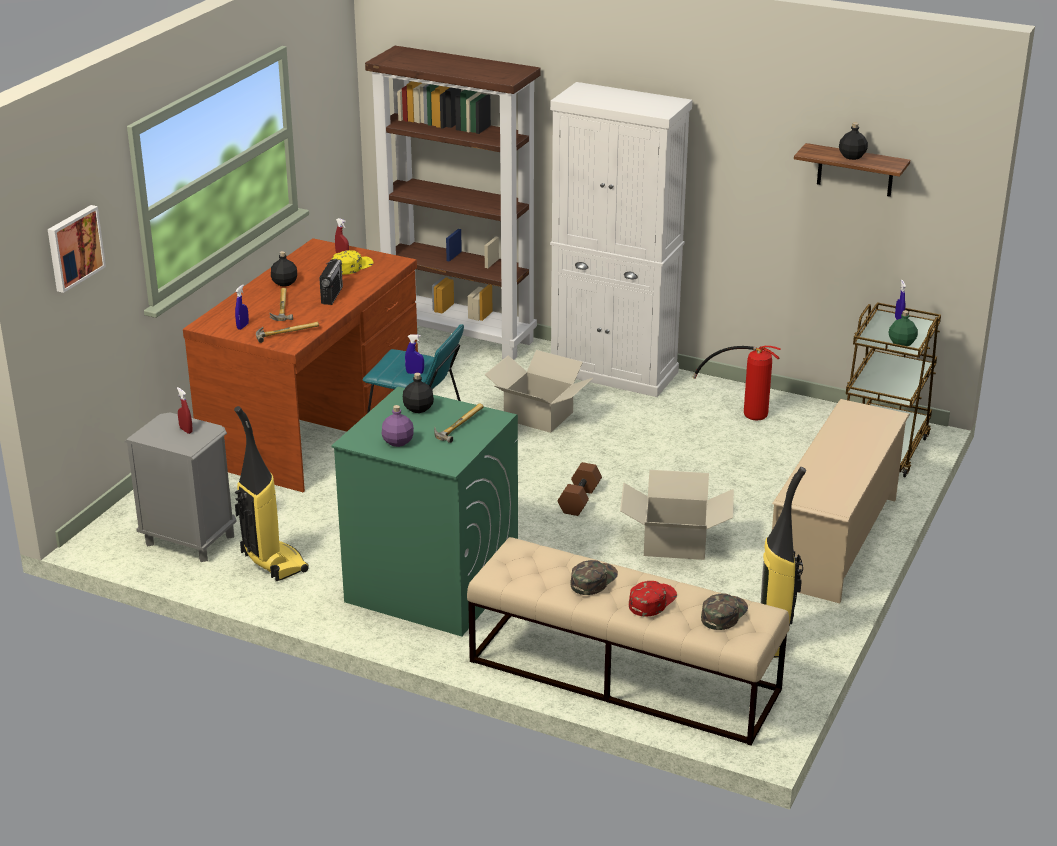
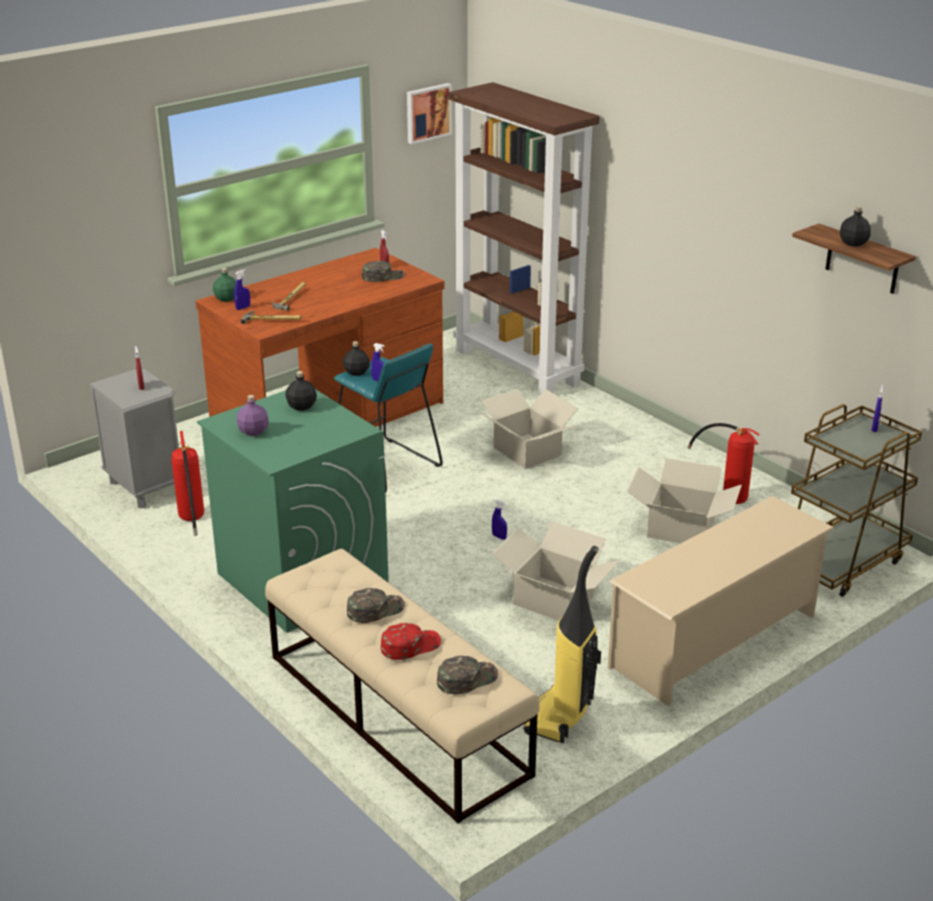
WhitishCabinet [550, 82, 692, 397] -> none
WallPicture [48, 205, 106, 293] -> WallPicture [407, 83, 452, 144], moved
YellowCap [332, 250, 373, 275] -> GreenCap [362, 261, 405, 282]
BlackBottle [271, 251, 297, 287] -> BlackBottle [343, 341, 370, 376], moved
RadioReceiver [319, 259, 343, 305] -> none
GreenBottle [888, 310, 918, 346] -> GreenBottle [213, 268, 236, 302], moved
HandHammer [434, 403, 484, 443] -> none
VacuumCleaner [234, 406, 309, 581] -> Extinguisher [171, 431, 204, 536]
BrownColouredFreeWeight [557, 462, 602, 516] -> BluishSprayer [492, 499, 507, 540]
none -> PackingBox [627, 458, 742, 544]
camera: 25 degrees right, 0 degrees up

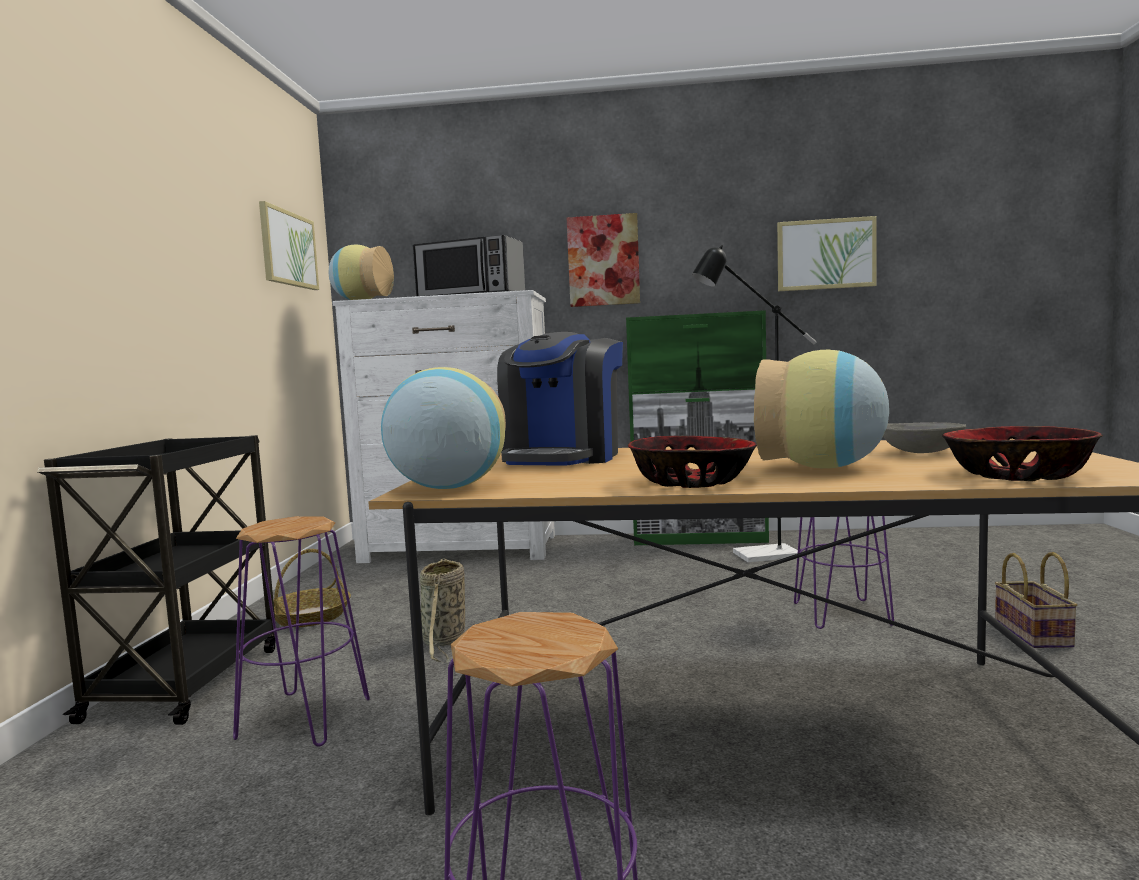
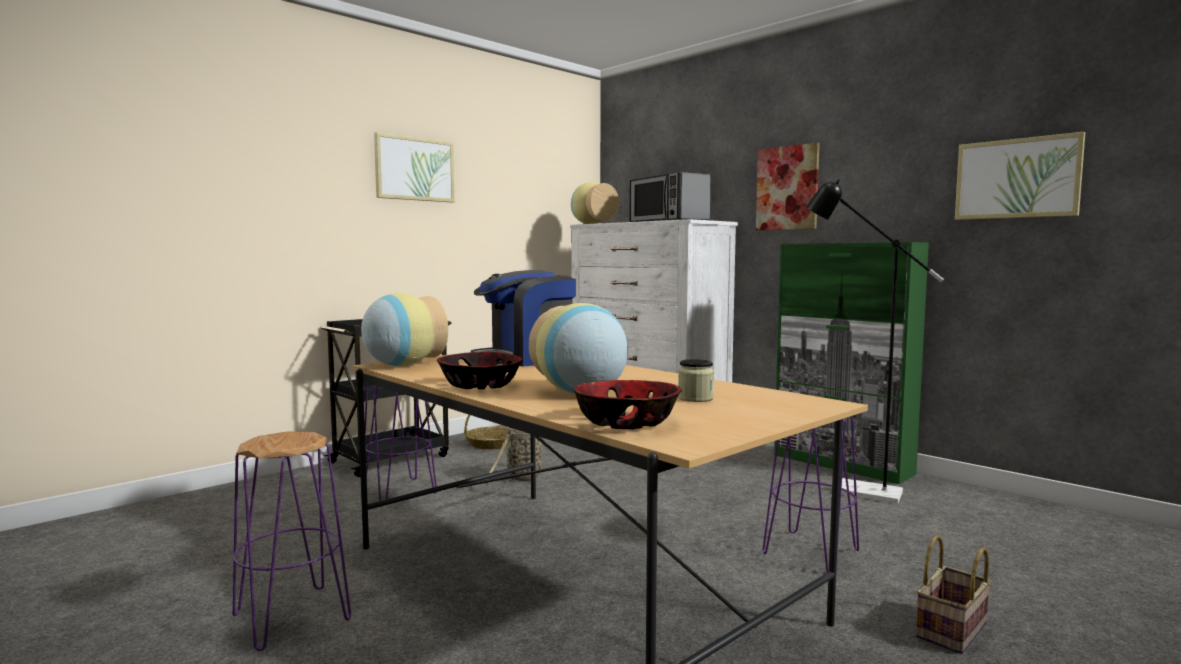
WallPicture [259, 201, 319, 290] -> WallPicture [374, 132, 455, 202], moved
GreyServingBowl [883, 422, 966, 453] -> Jar [678, 359, 714, 402]
camera: 40 degrees right, 0 degrees up

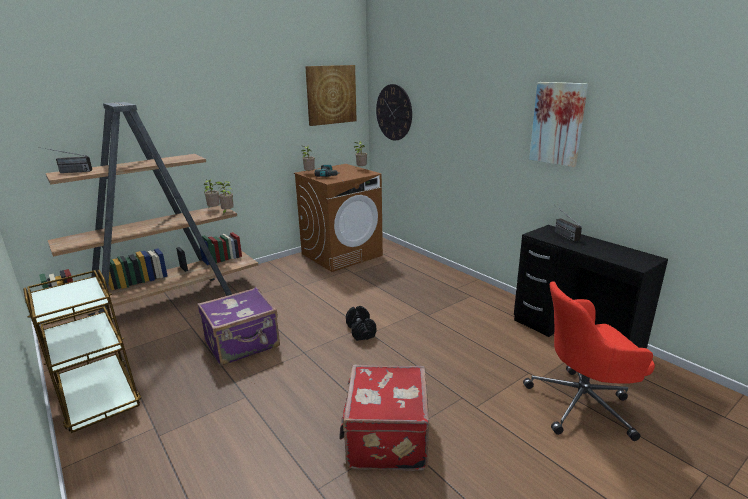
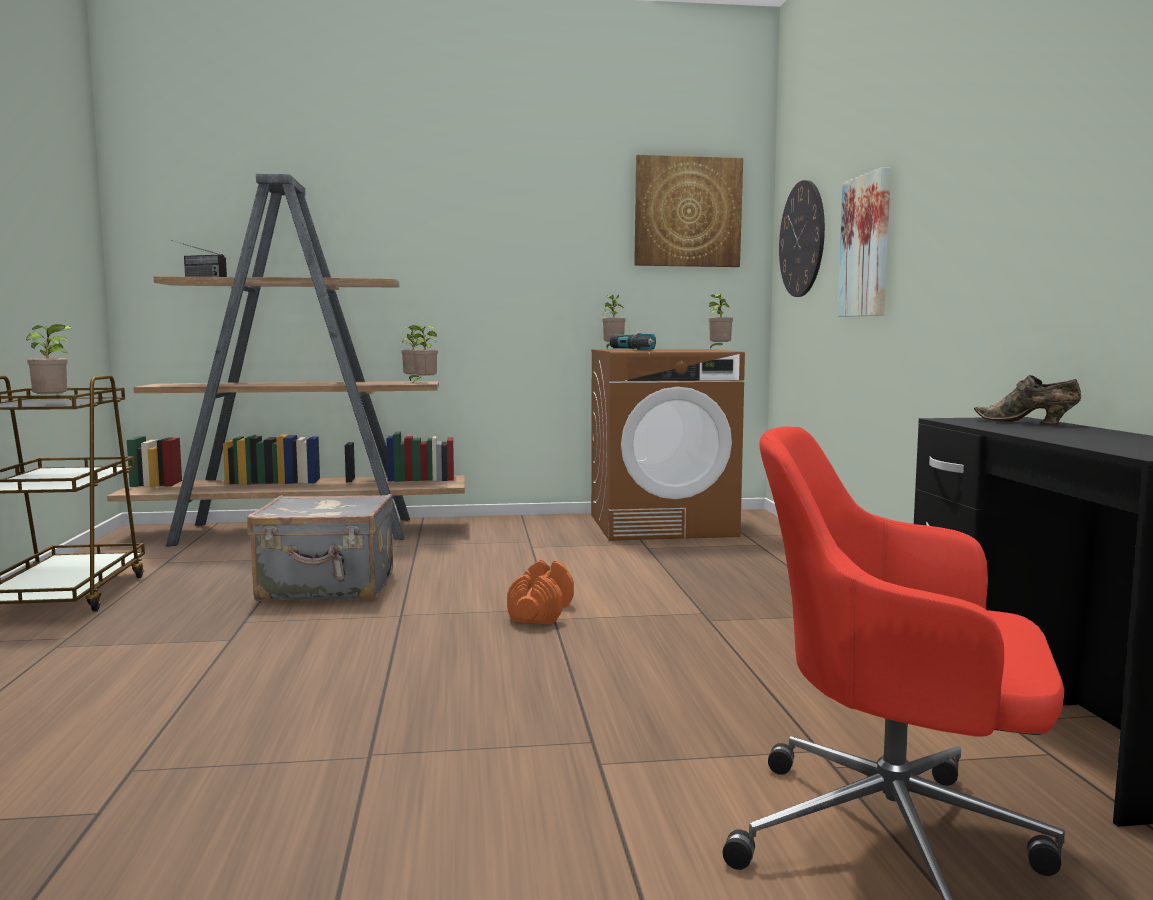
WallPicture [529, 82, 588, 167] -> WallPicture [837, 167, 891, 317], moved
RadioReceiver [555, 206, 582, 241] -> BrownColouredShoe [974, 375, 1081, 424]
PurplishSuitcase [197, 287, 280, 366] -> GreySuitcase [247, 494, 393, 601]
BlackFreeWeight [346, 306, 376, 341] -> OrangeColouredFreeWeight [507, 560, 574, 624]
RedSuitcase [339, 365, 429, 471] -> none
none -> PottedPlant [26, 324, 72, 401]
camera: 30 degrees right, 15 degrees down

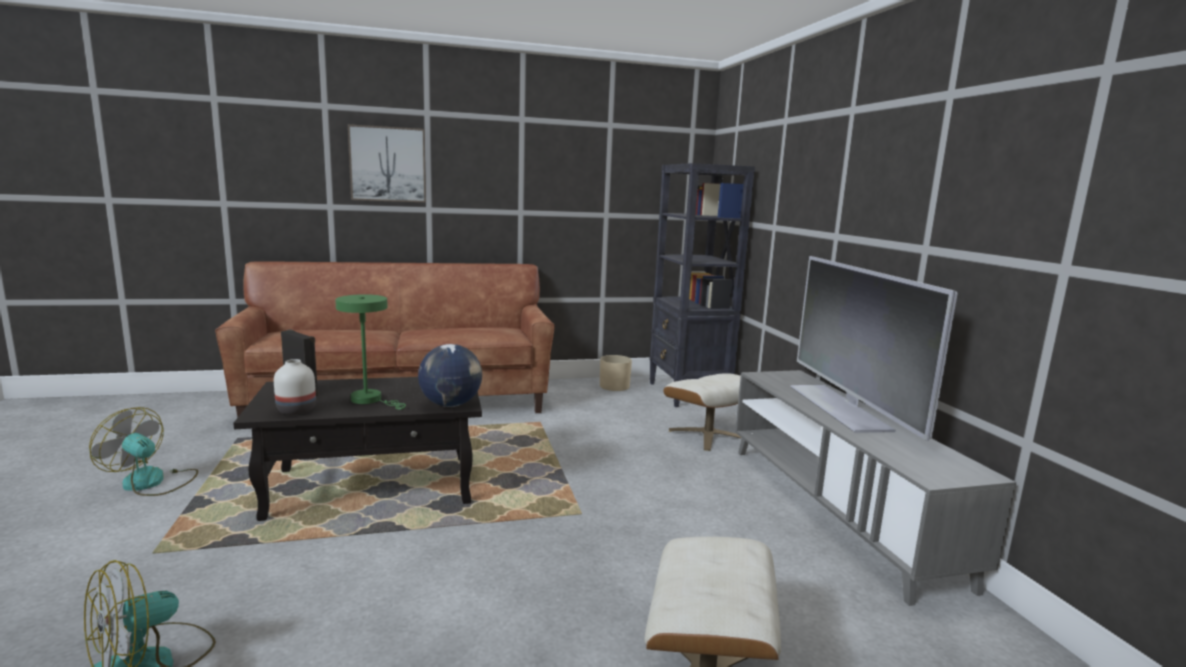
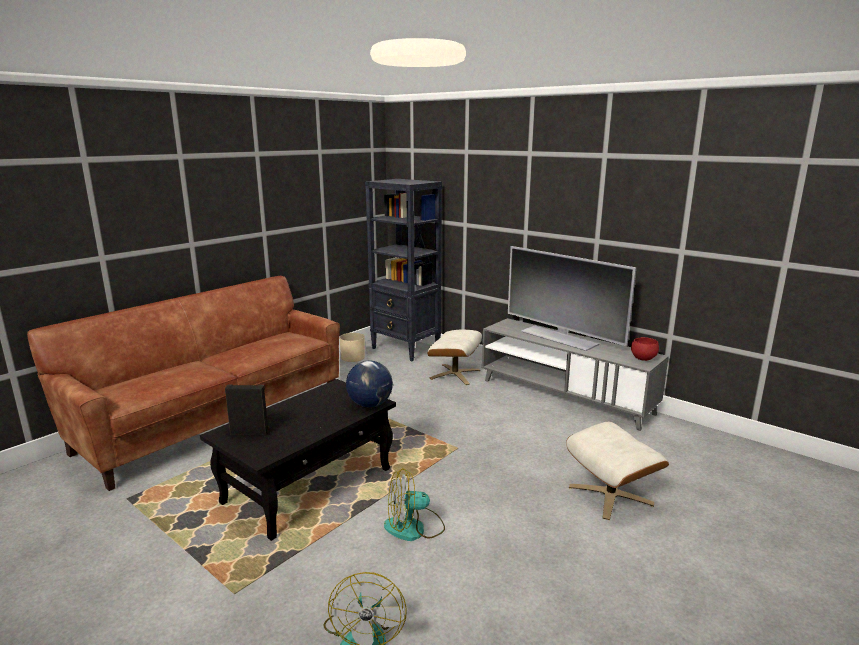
WallPicture [348, 124, 426, 203] -> none
GreenLampForATable [335, 294, 406, 410] -> none
WhitishVase [274, 359, 316, 415] -> none
CoolingFan [89, 407, 198, 496] -> CoolingFan [384, 468, 445, 541], moved
none -> RedServingBowl [631, 337, 659, 361]
camera: 35 degrees left, 5 degrees up

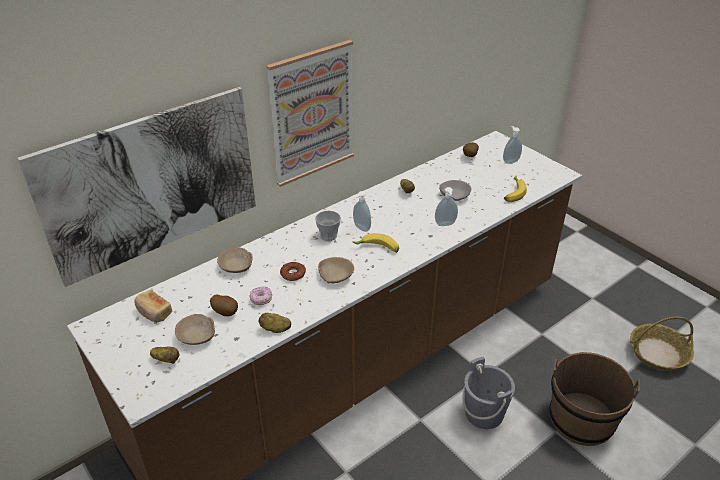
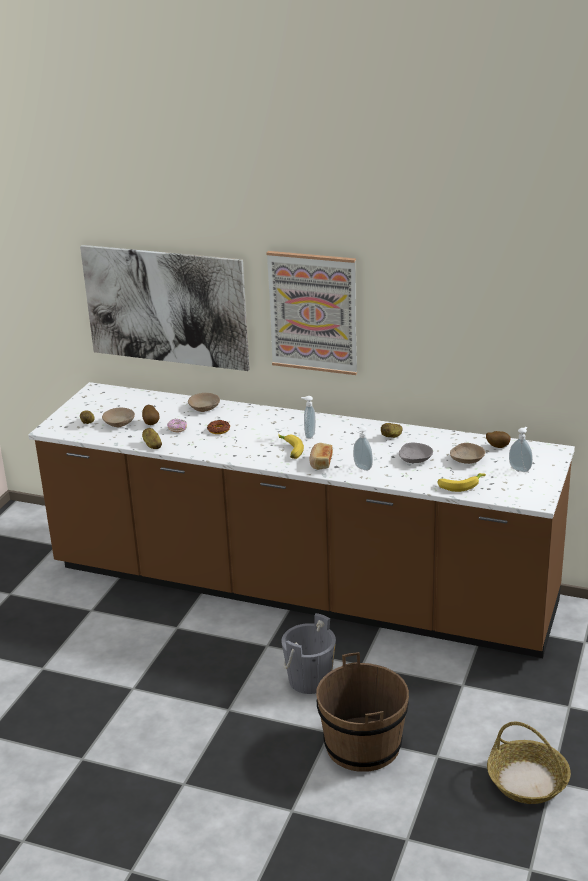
Cup [315, 210, 341, 241] -> none
BeigeColouredServingBowl [318, 257, 354, 283] -> BeigeColouredServingBowl [450, 443, 485, 464], moved
BakedBread [134, 290, 172, 322] -> BakedBread [309, 443, 333, 470], moved
camera: 60 degrees right, 10 degrees down

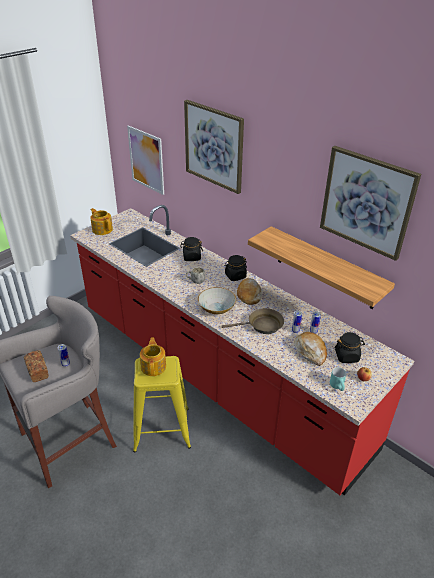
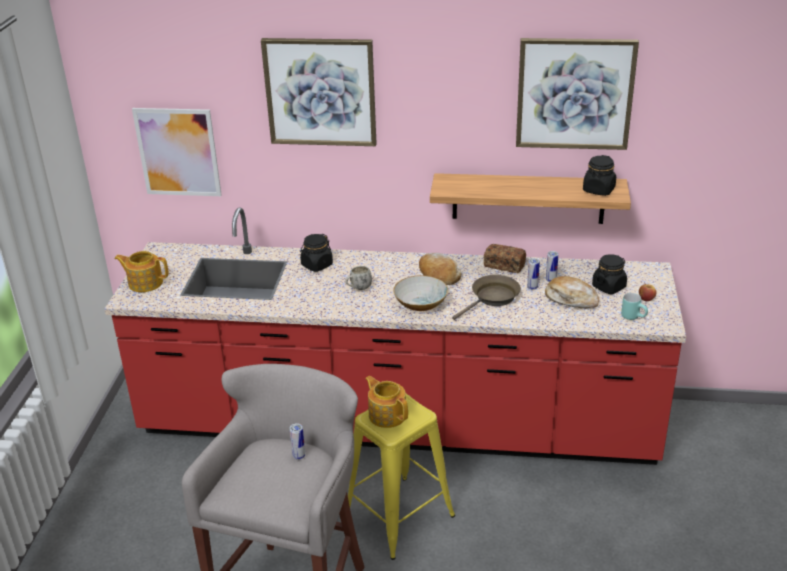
BlackJar [225, 255, 247, 281] -> BlackJar [583, 155, 616, 196], moved
BakedBread [24, 350, 49, 382] -> BakedBread [484, 244, 526, 273], moved
camera: 35 degrees left, 5 degrees down

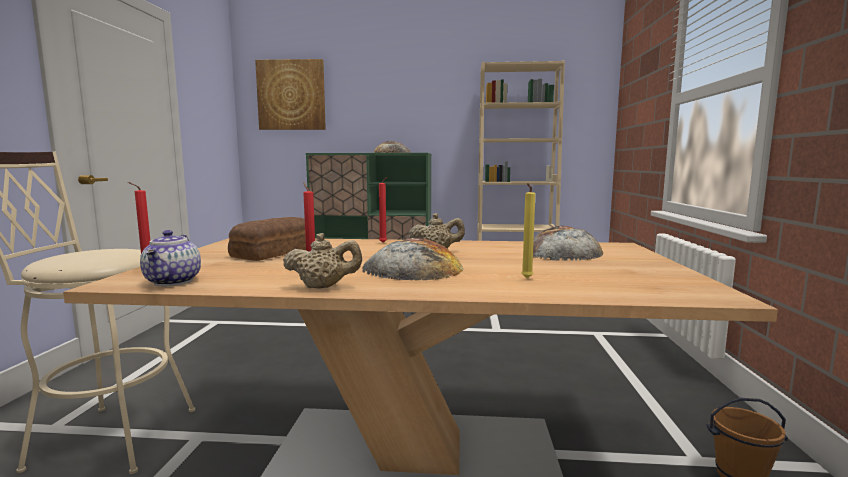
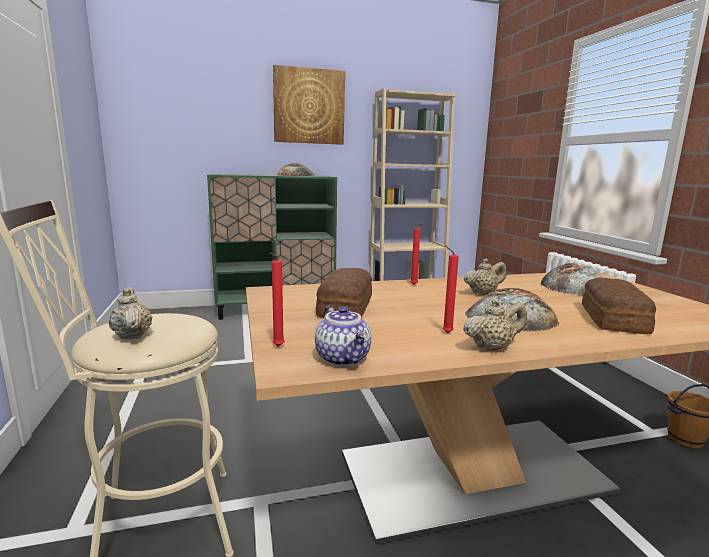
WallPicture [255, 59, 326, 130] -> WallPicture [273, 65, 345, 145], moved
YellowWaxCandle [521, 183, 535, 278] -> BakedBread [582, 277, 656, 334]
none -> BeigeColouredTeaPot [109, 287, 152, 340]
camera: 20 degrees left, 5 degrees up

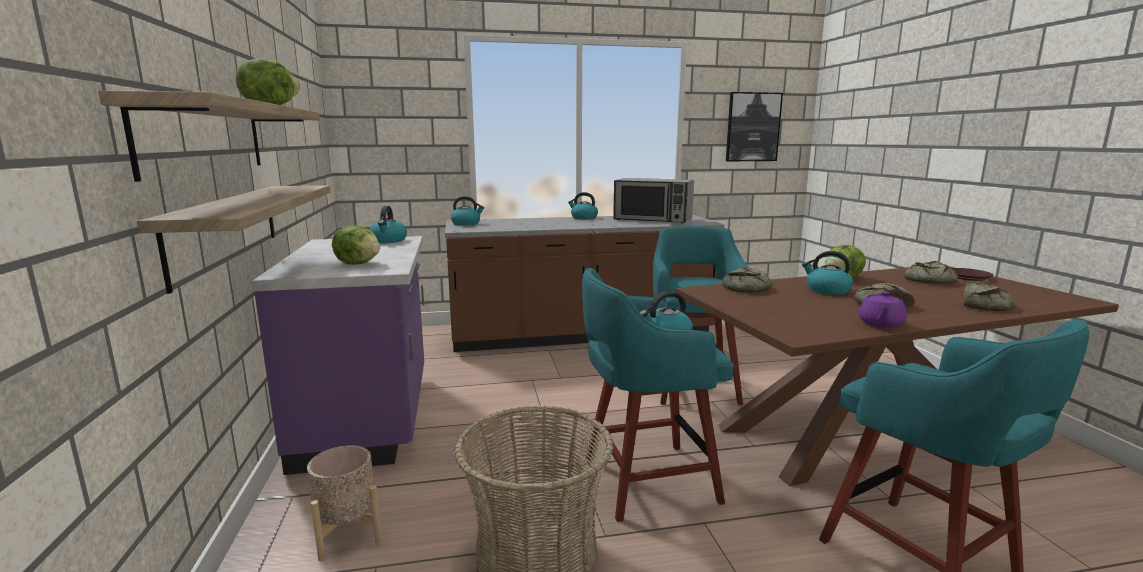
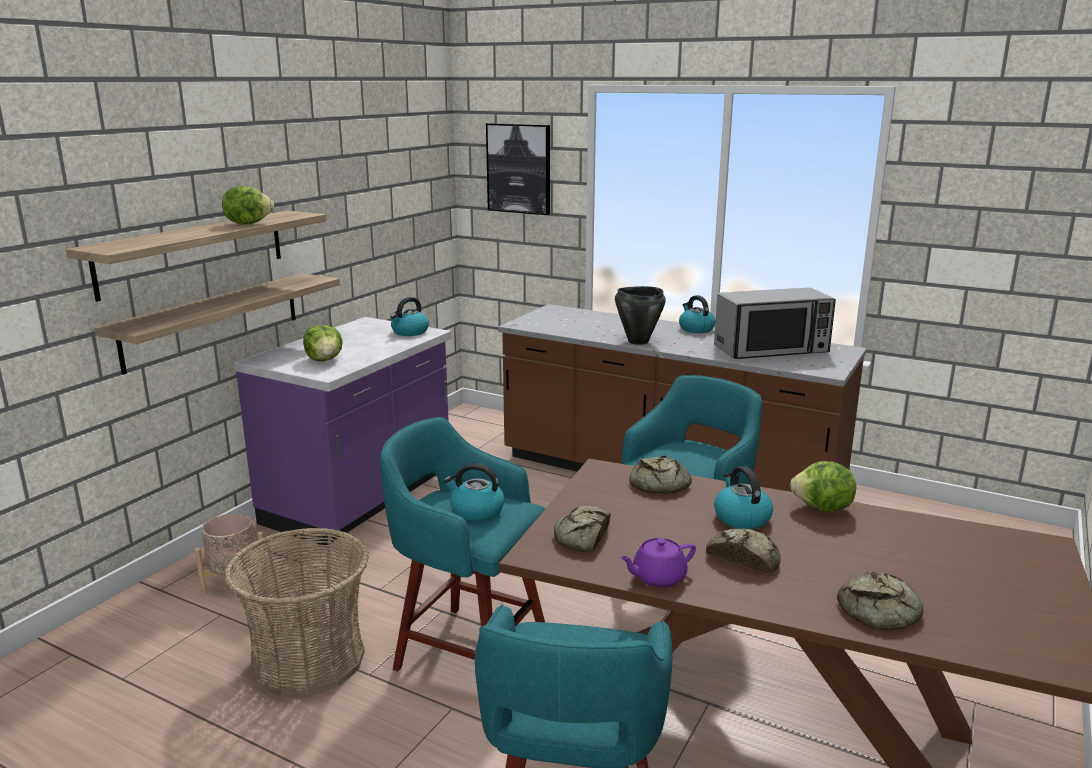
WallPicture [726, 92, 783, 161] -> WallPicture [486, 123, 550, 215], moved
Microwave [613, 178, 694, 223] -> Microwave [714, 288, 836, 359], 75 degrees counterclockwise
TeaKettle [451, 196, 484, 226] -> none
BakedBread [904, 261, 958, 284] -> BakedBread [554, 505, 611, 552], moved
BrownColouredPlate [951, 268, 993, 281] -> none
none -> BlackSaucepot [615, 286, 666, 345]
camera: 40 degrees right, 5 degrees up

